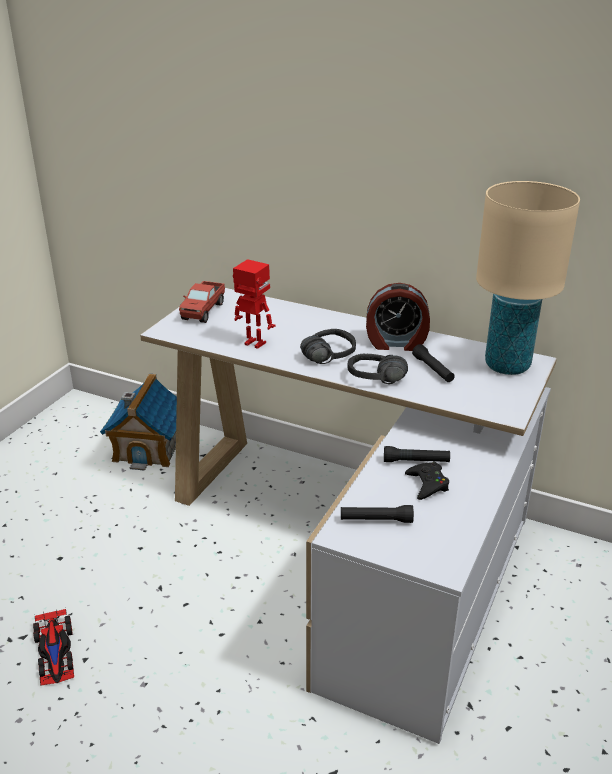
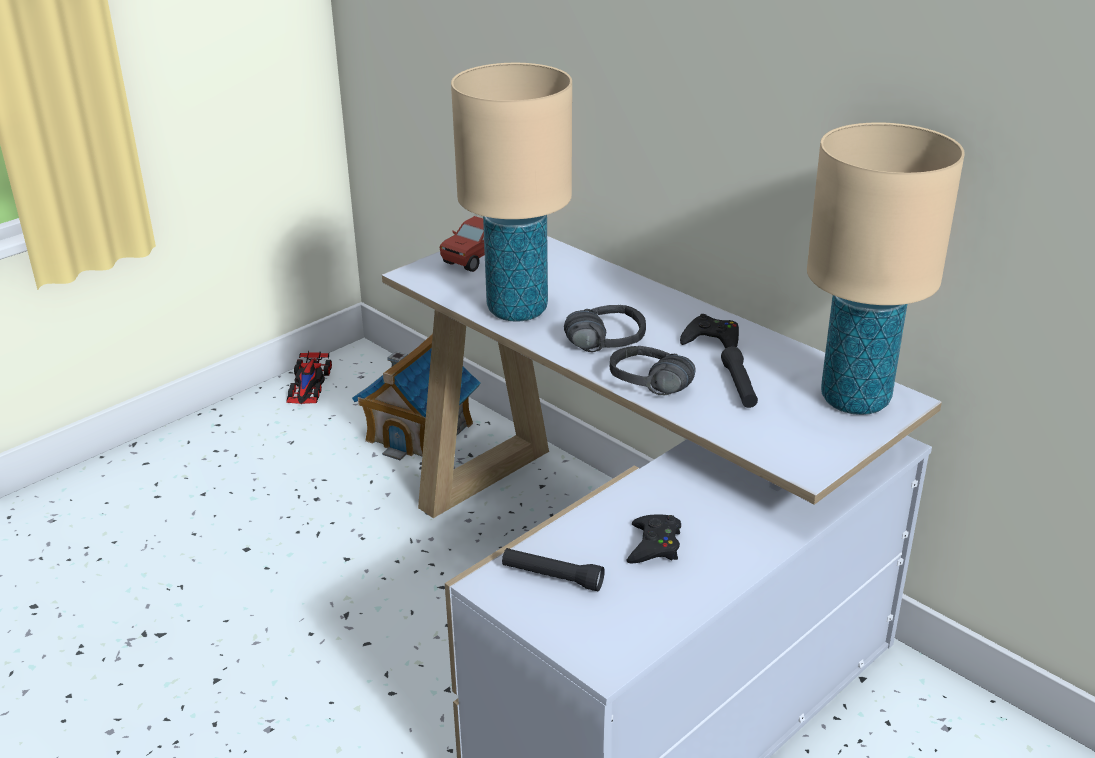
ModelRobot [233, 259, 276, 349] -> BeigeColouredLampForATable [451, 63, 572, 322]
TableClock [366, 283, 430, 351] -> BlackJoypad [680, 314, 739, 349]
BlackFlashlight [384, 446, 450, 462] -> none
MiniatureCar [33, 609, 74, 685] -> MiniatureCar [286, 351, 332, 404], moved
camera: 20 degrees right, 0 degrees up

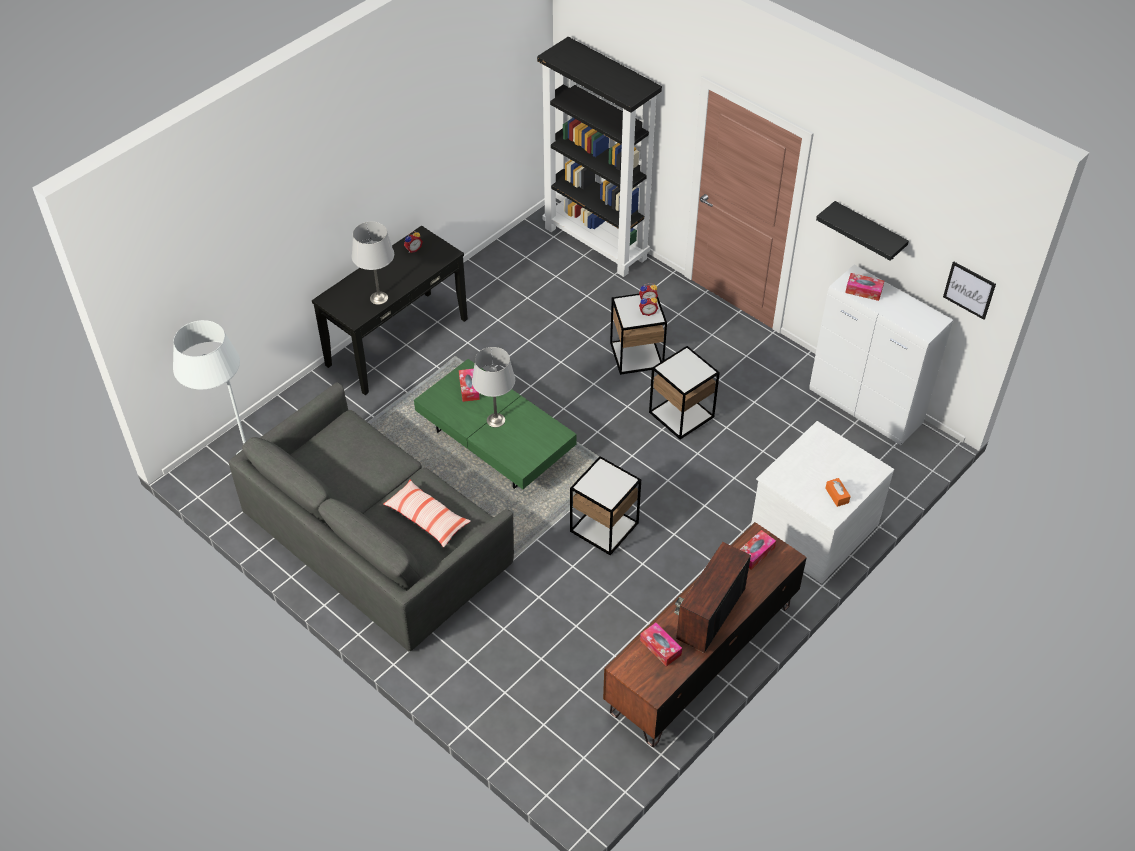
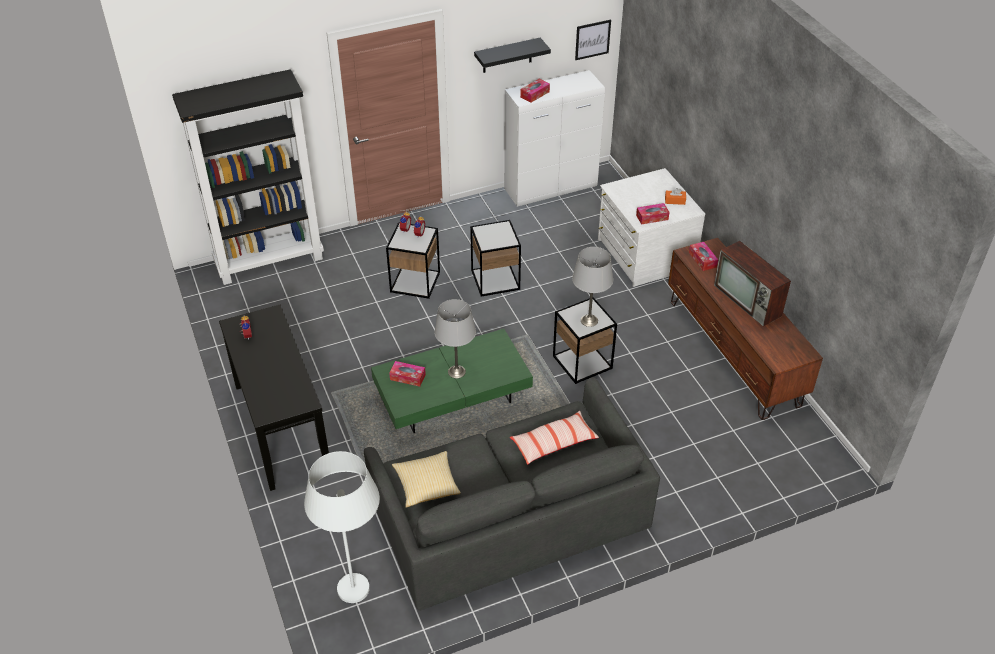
GreyLampForATable [352, 221, 394, 305] -> GreyLampForATable [572, 247, 613, 327], moved
TissueHolder [640, 623, 682, 666] -> TissueHolder [636, 203, 670, 225], moved
none -> Cushion [392, 451, 461, 508]
camera: 65 degrees left, 5 degrees down

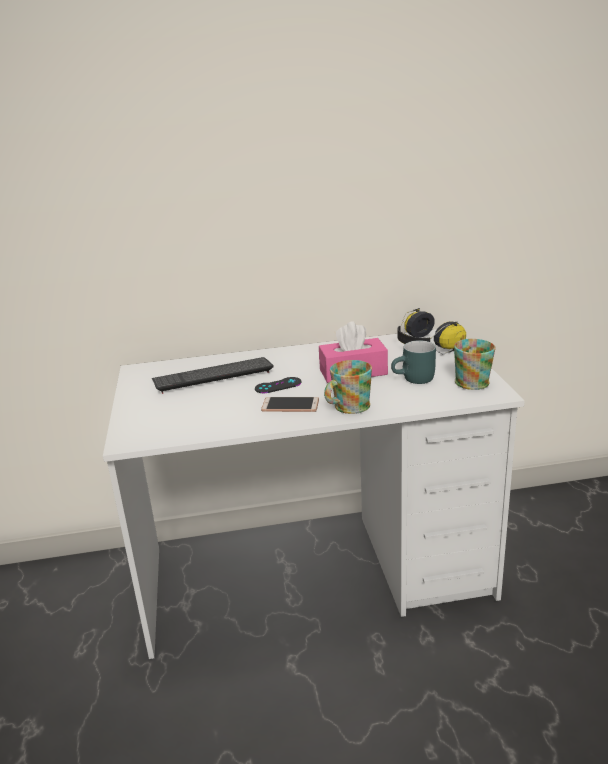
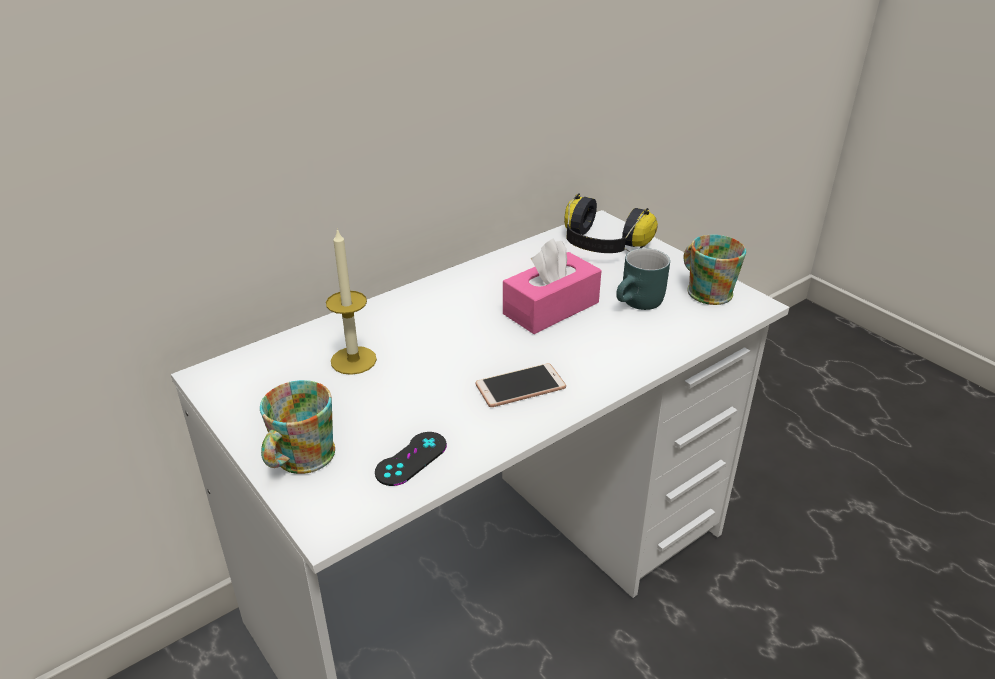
Keyboard [152, 357, 274, 394] -> WaxCandle [326, 228, 377, 375]
Mug [324, 360, 372, 414] -> Mug [260, 380, 335, 474], moved
BlackJoypad [255, 377, 302, 393] -> BlackJoypad [375, 432, 447, 486], moved
camera: 30 degrees left, 10 degrees up

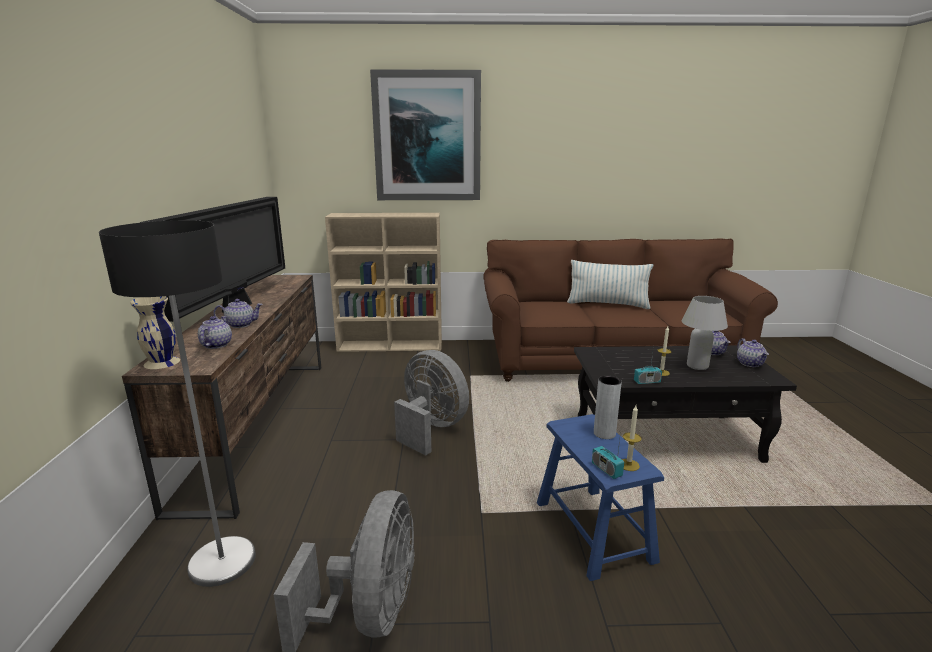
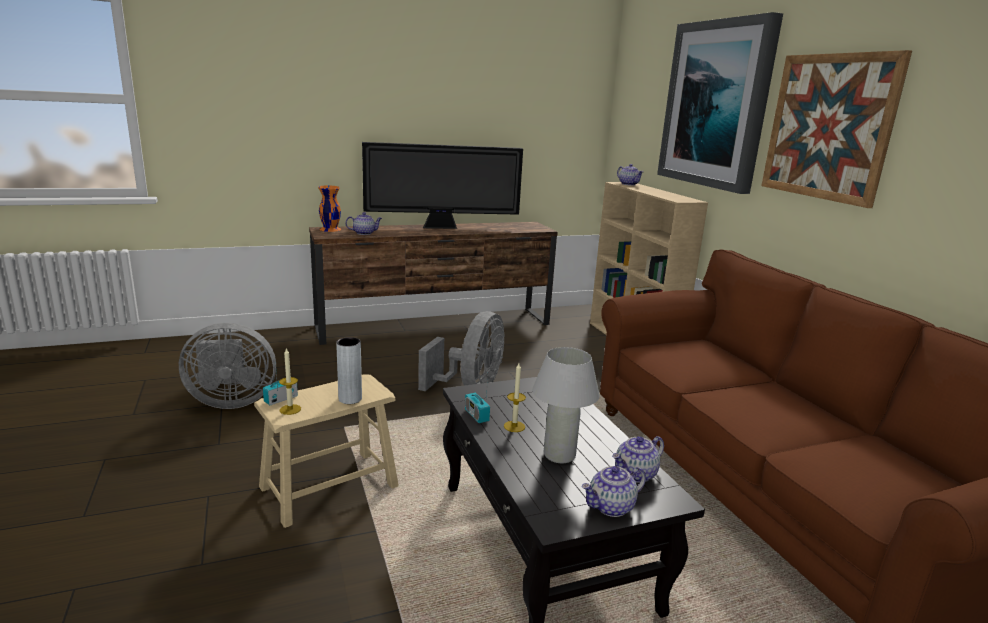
StandingLamp [99, 220, 256, 587] -> none
Cushion [567, 260, 653, 309] -> none
BeigeColouredVase [130, 296, 180, 369] -> OrangeColouredVase [318, 186, 341, 232]
TeaPot [213, 299, 263, 328] -> TeaPot [617, 164, 644, 186], moved
BluishSittingStool [537, 414, 664, 581] -> BeigeColouredSittingStool [254, 374, 399, 528]
none -> WallPicture [761, 50, 912, 208]
camera: 70 degrees right, 0 degrees up

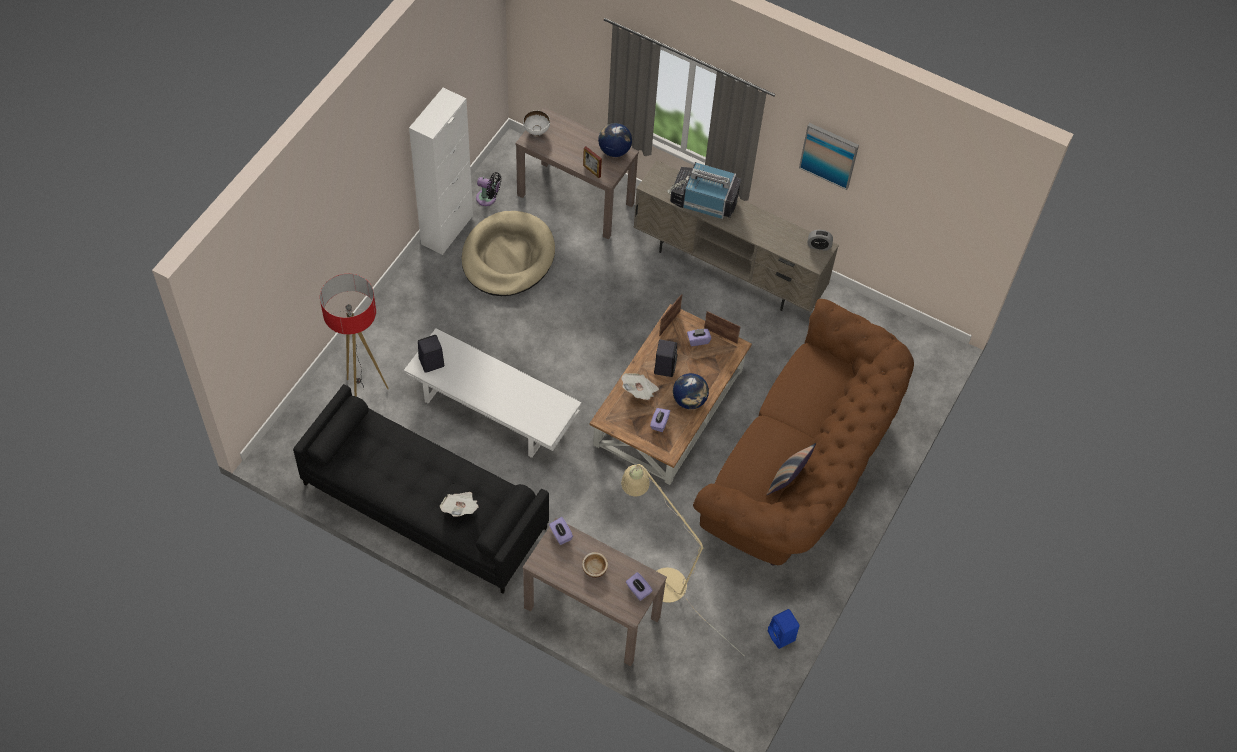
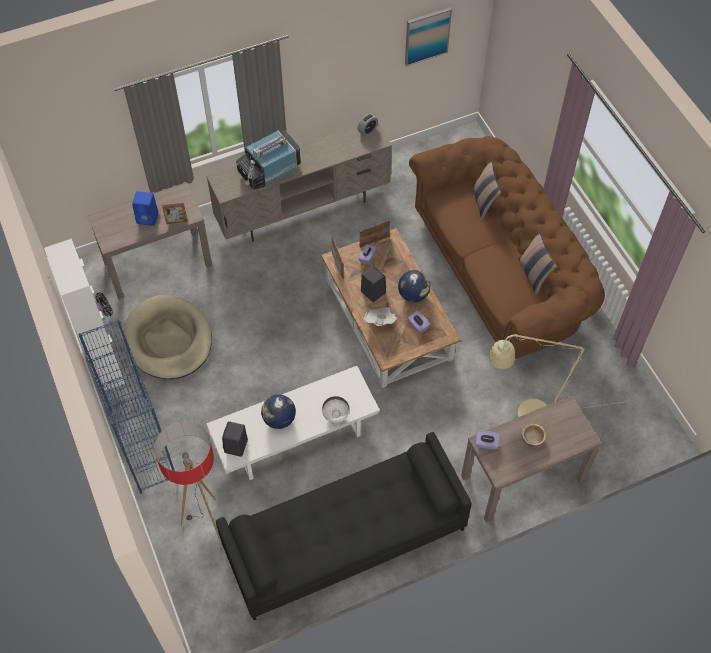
WhitishServingBowl [523, 110, 550, 136] -> WhitishServingBowl [322, 396, 350, 423], moved
Globe [598, 123, 632, 157] -> Globe [261, 394, 296, 429], moved
WallPicture [799, 123, 859, 190] -> WallPicture [405, 7, 452, 66], moved
Newspaper [440, 492, 479, 517] -> none
PurplishTissueHolder [626, 572, 653, 601] -> none
BluishLoudspeaker [768, 609, 800, 649] -> BluishLoudspeaker [132, 191, 159, 226], moved
none -> Cushion [472, 159, 501, 221]
none -> BluishBookshelf [78, 320, 175, 494]
camera: 50 degrees left, 0 degrees up

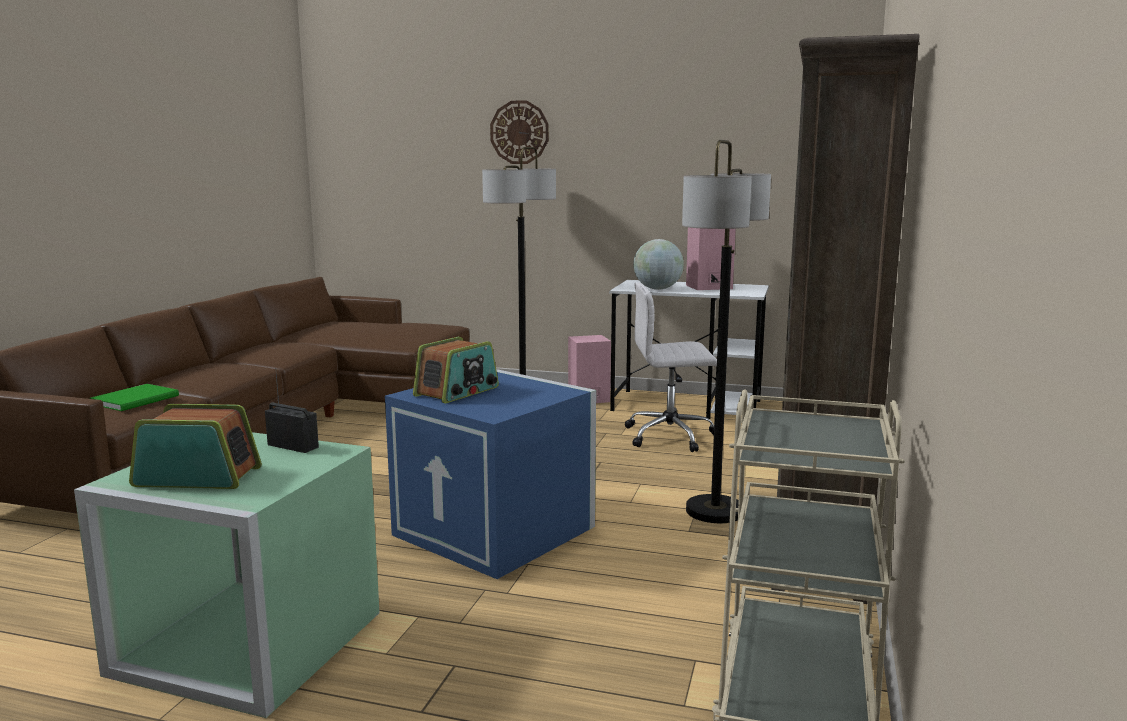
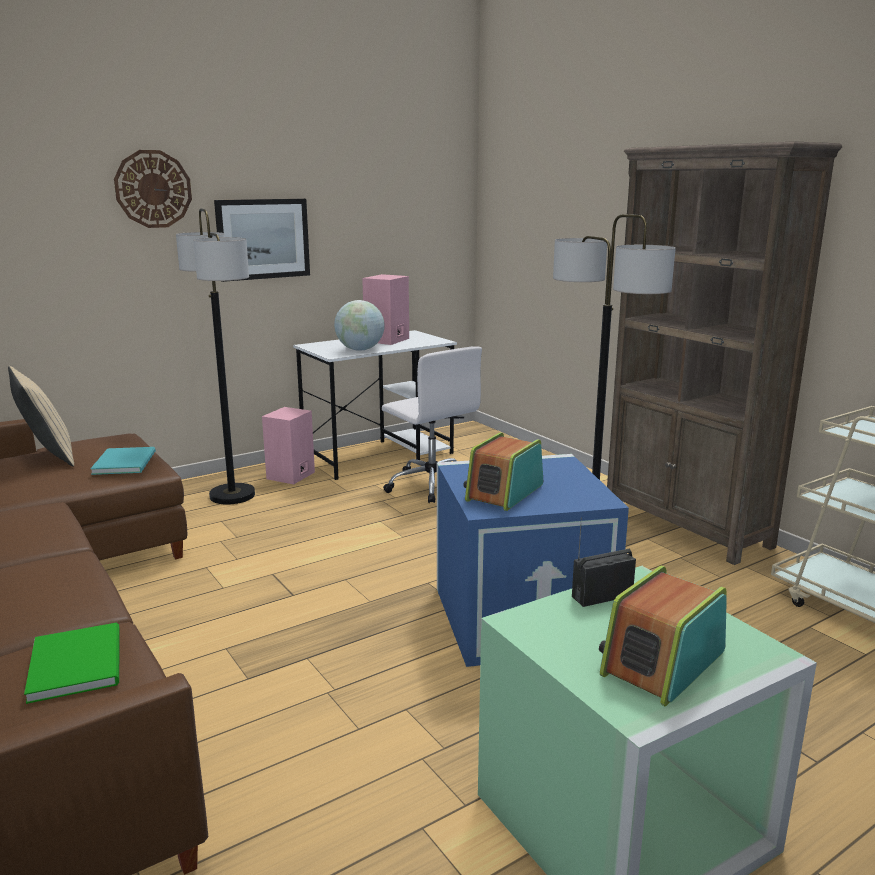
WhitishDeskChair [625, 282, 717, 452] -> WhitishDeskChair [382, 346, 482, 503], 75 degrees counterclockwise
RadioReceiver [413, 337, 499, 403] -> RadioReceiver [463, 432, 543, 511], 135 degrees counterclockwise
none -> WallPicture [214, 199, 310, 282]
none -> BeigeColouredCushion [8, 366, 74, 467]
none -> TurquoiseBoundBook [90, 447, 156, 475]
camera: 50 degrees left, 5 degrees up

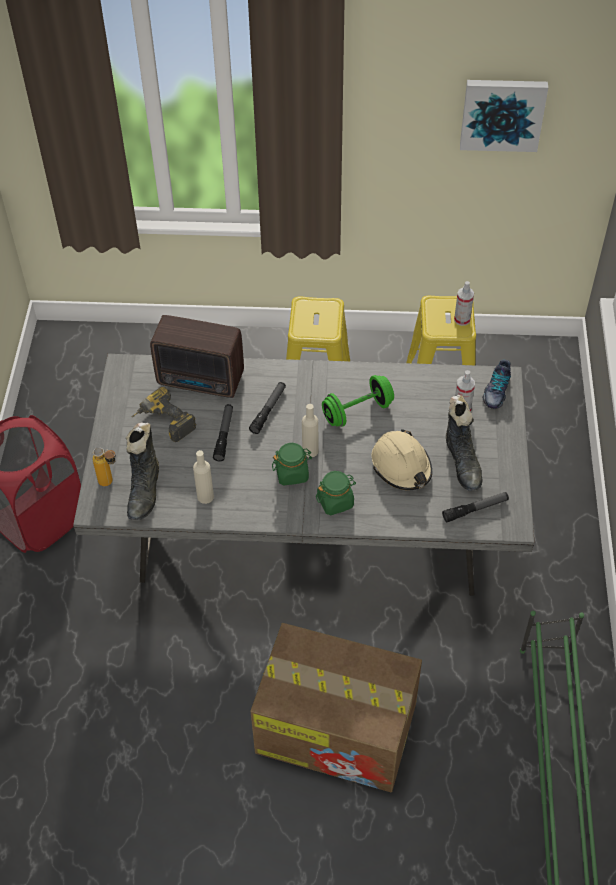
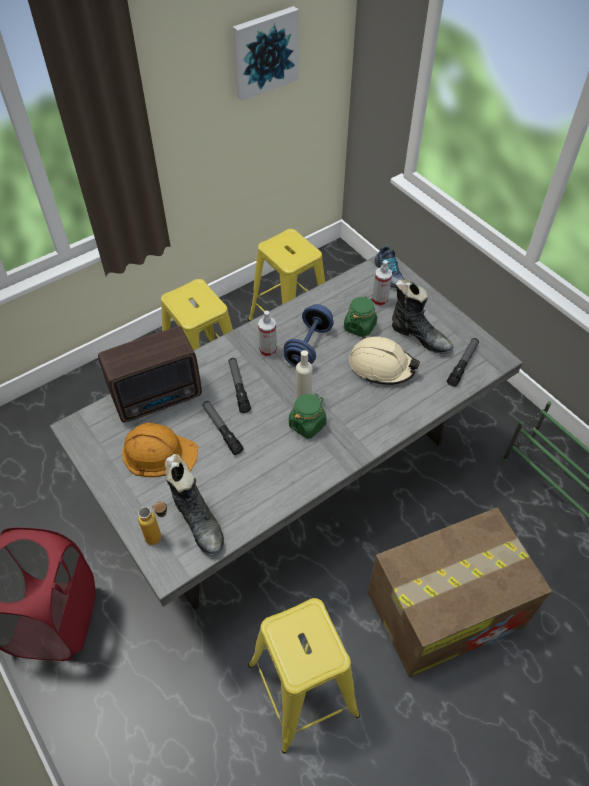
Sprayer [454, 281, 474, 326] -> Sprayer [258, 311, 277, 357], moved
GreenFreeWeight [322, 375, 394, 427] -> BluishFreeWeight [284, 304, 334, 367]
PowerDrill [132, 387, 197, 442] -> OrangeColouredWorkHelmet [122, 422, 198, 477]
BeigeColouredBottle [193, 450, 214, 504] -> none
GreenJar [316, 471, 356, 515] -> GreenJar [344, 296, 377, 337], moved
none -> YellowSittingStool [248, 598, 360, 754]
camera: 40 degrees left, 0 degrees up

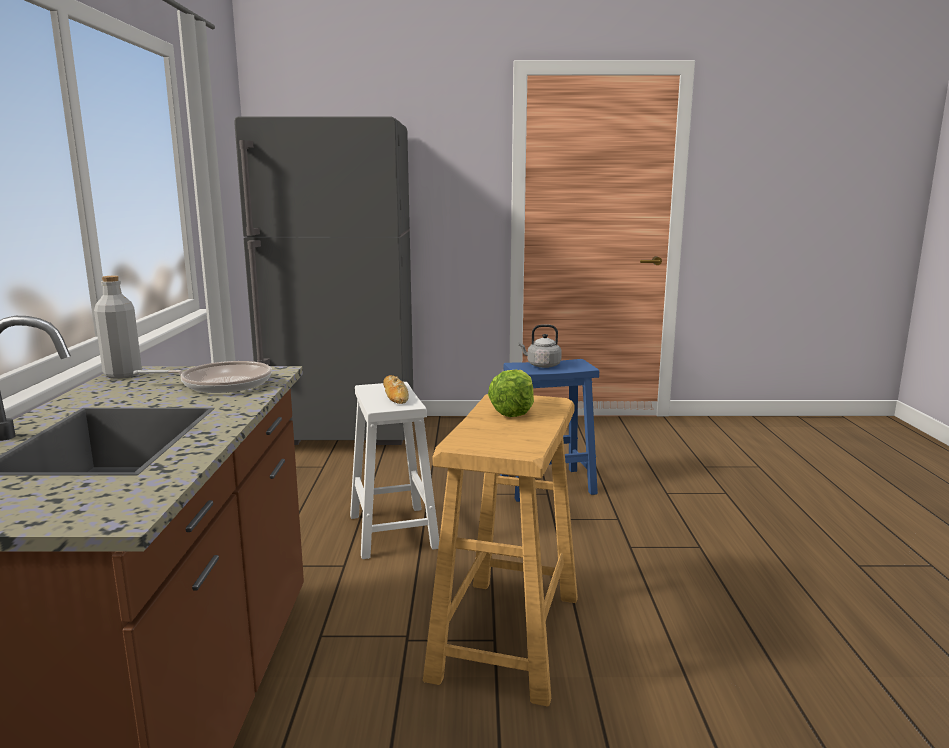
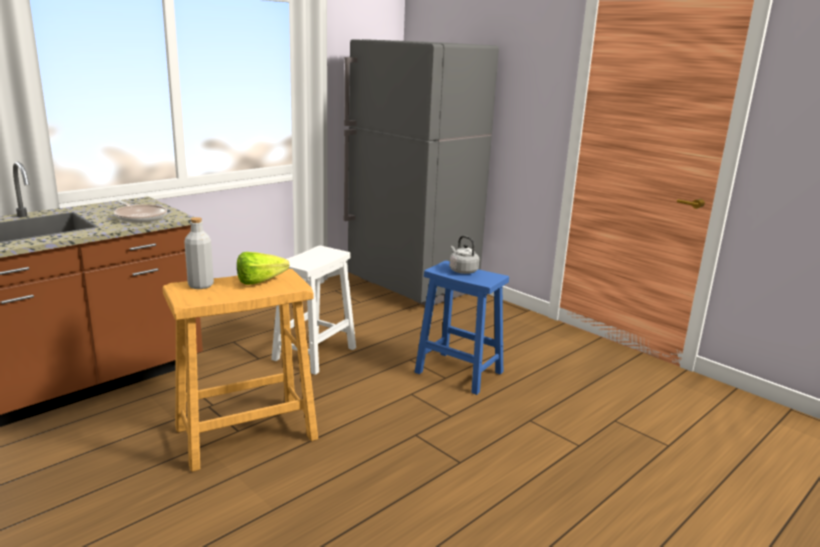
GreyBottle [94, 276, 142, 379] -> GreyBottle [184, 217, 214, 289], moved
BakedBread [383, 375, 409, 404] -> none
camera: 45 degrees right, 5 degrees up

